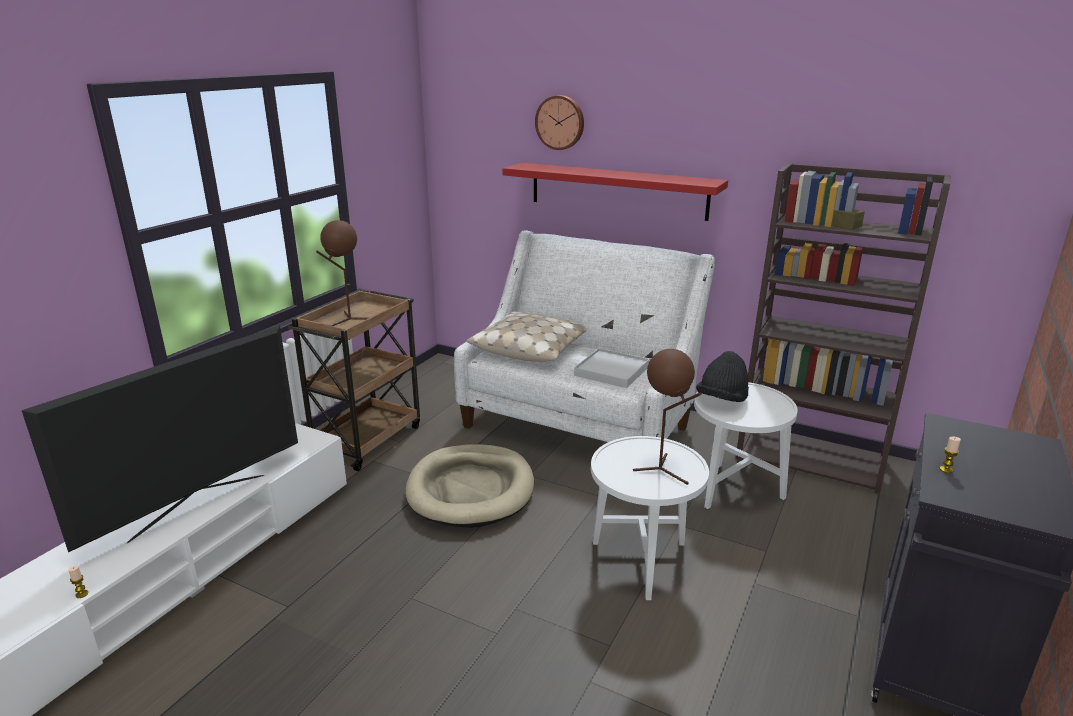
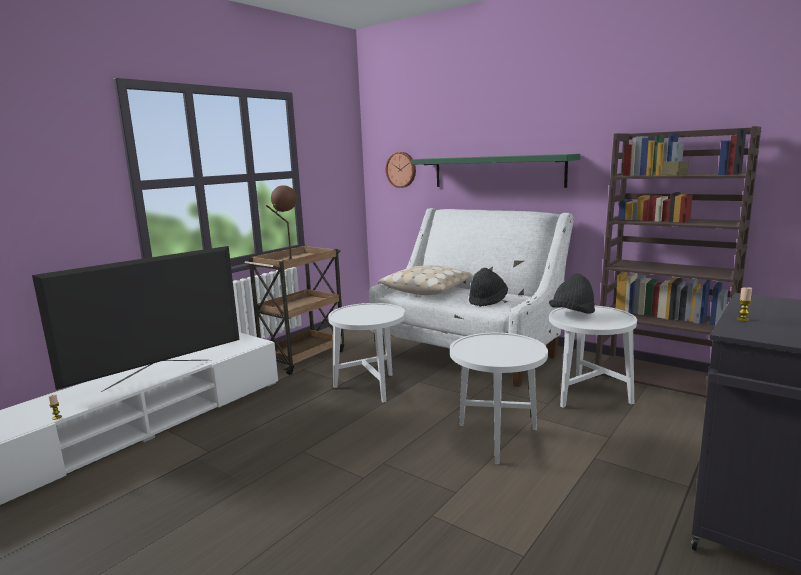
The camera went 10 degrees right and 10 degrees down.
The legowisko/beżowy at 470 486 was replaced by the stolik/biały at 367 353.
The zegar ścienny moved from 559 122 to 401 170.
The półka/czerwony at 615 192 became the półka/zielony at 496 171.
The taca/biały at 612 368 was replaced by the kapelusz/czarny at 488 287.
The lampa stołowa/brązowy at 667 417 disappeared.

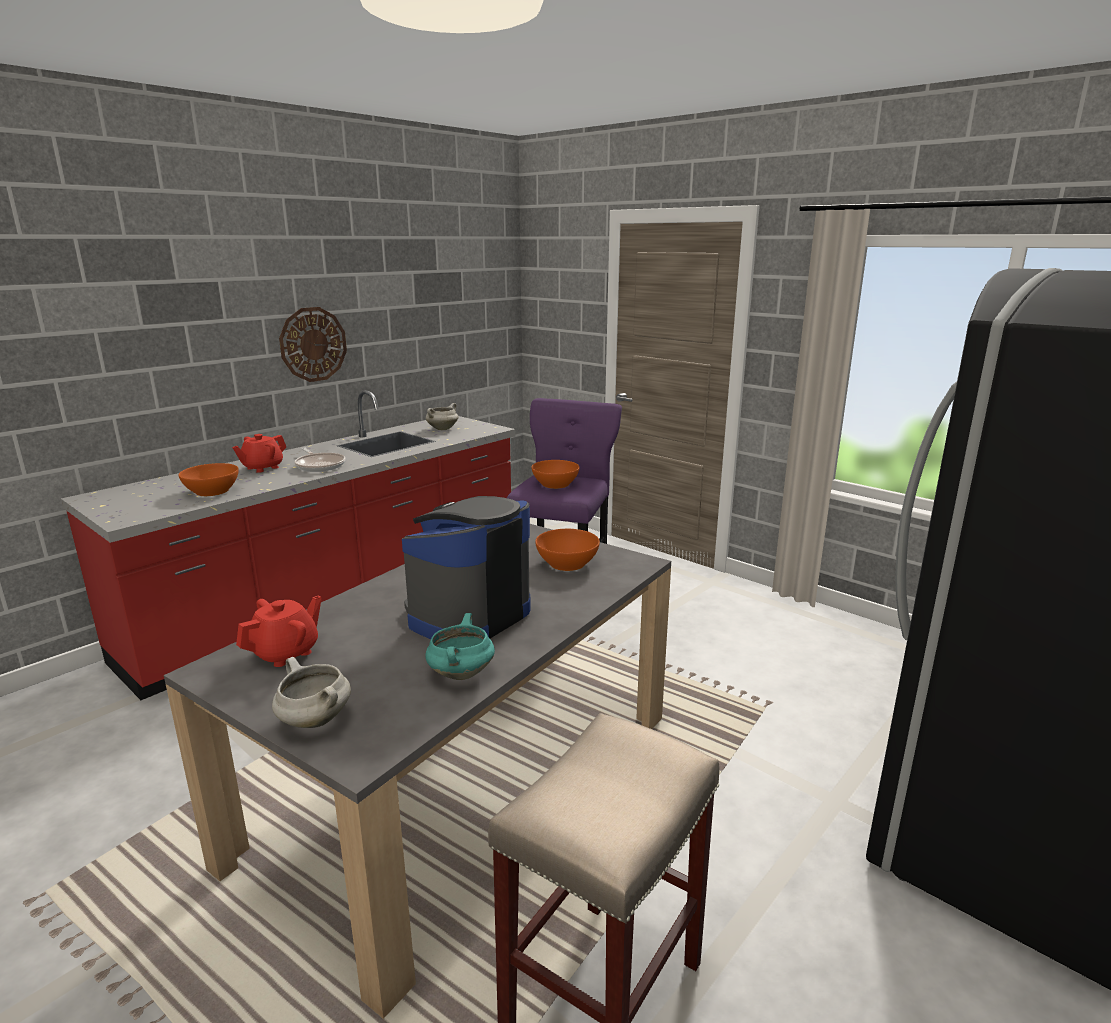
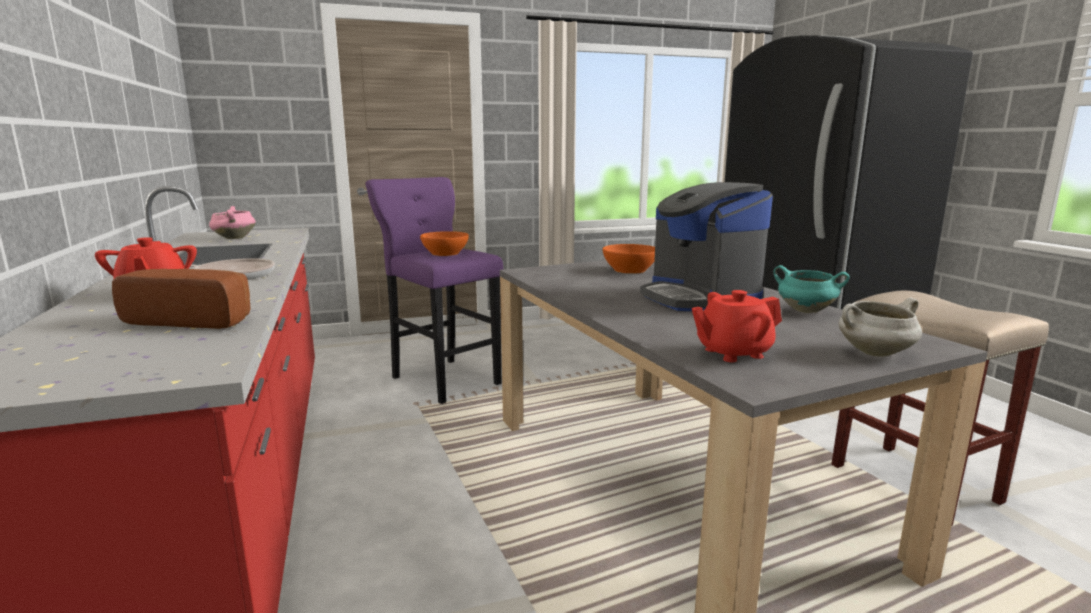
The camera went 60 degrees left and 5 degrees down.
The miska/pomarańczowy at 209 479 was replaced by the chleb at 181 299.
The garnek/biały at 442 416 became the garnek/różowy at 232 222.
The imbryk/czerwony at 279 631 turned 90 degrees counterclockwise.
The zegar ścienny at 313 344 disappeared.

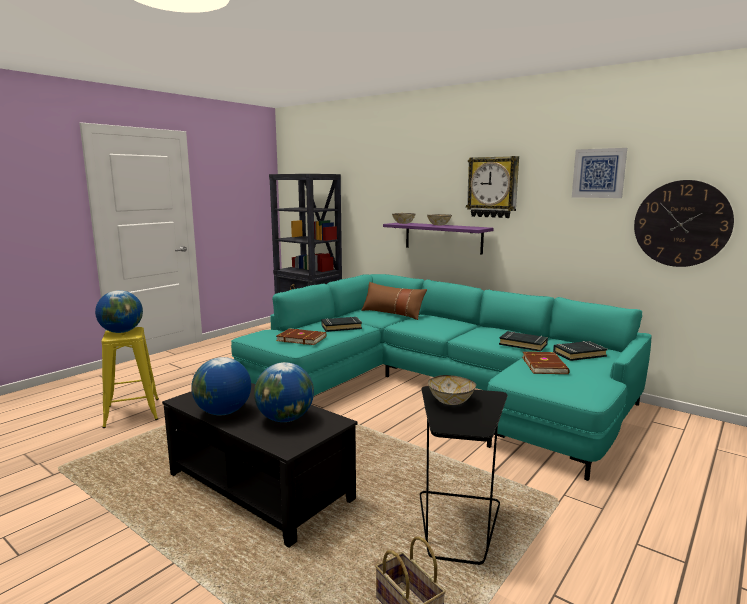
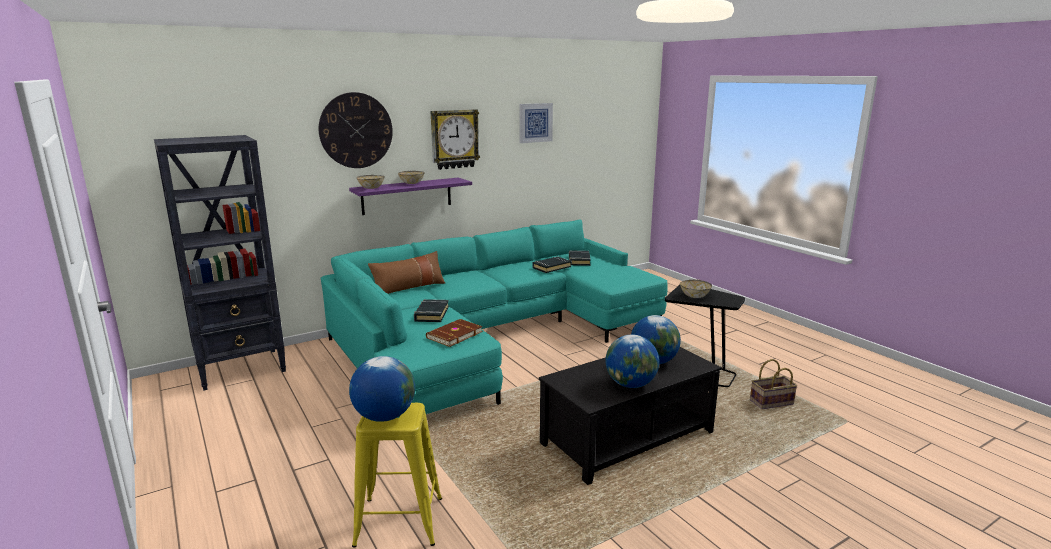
The camera went 70 degrees left and 5 degrees up.
The zegar ścienny moved from 684 223 to 356 130.
The książka/brązowy at 546 363 disappeared.

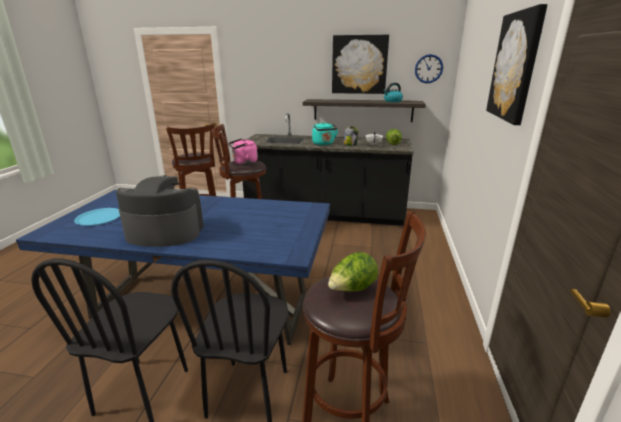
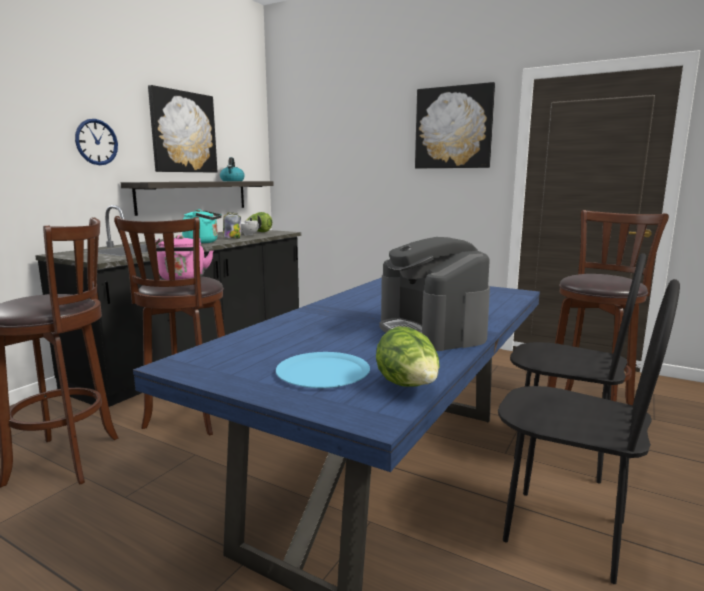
The camera went 70 degrees left and 10 degrees down.
The zegar ścienny moved from 429 68 to 96 142.
The sałata moved from 353 272 to 407 356.
The ekspres do kawy at 160 211 turned 45 degrees counterclockwise.

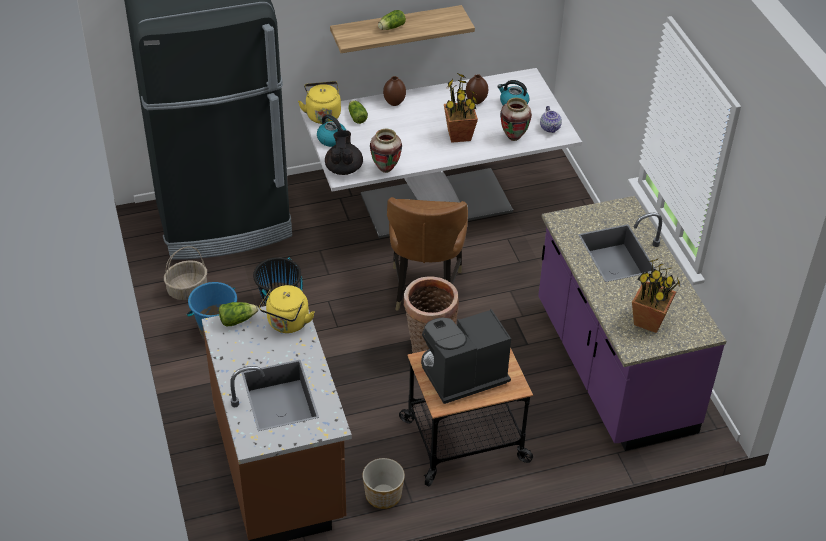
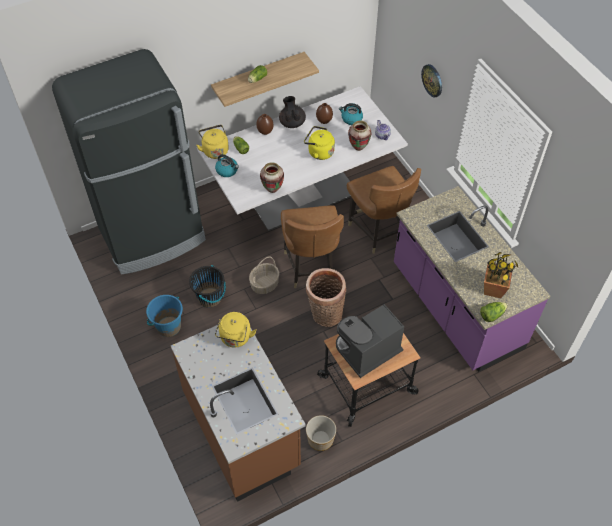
The camera went 10 degrees left and 10 degrees up.
The koszyk moved from 185 273 to 264 275.
The imbryk/czarny moved from 344 152 to 292 112.
The roślina doniczkowa at 461 108 was replaced by the czajnik/żółty at 319 143.
The krzesło/brązowy at 384 210 appeared.
The zegar ścienny at 431 80 appeared.
The sałata moved from 239 314 to 494 312.

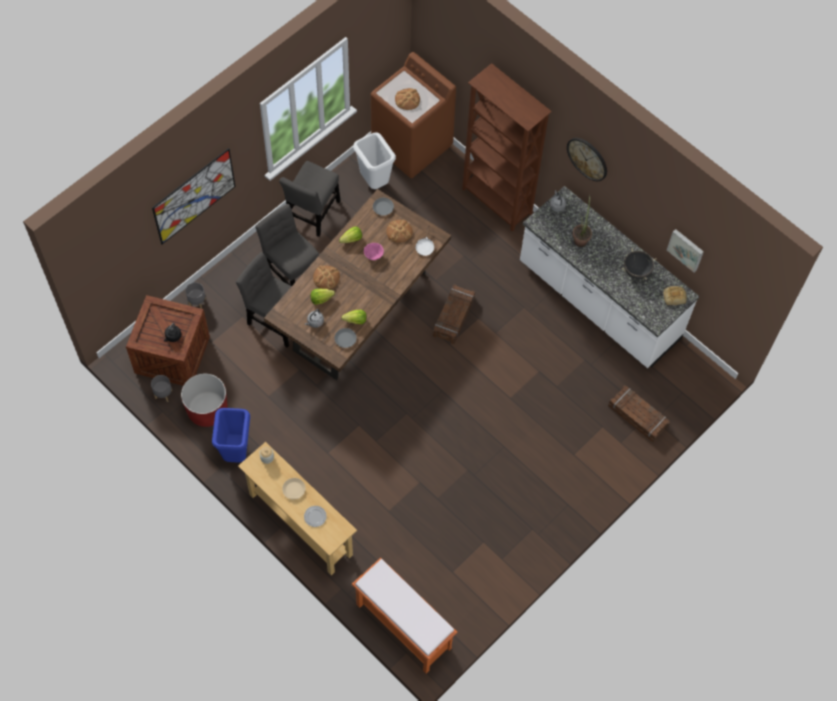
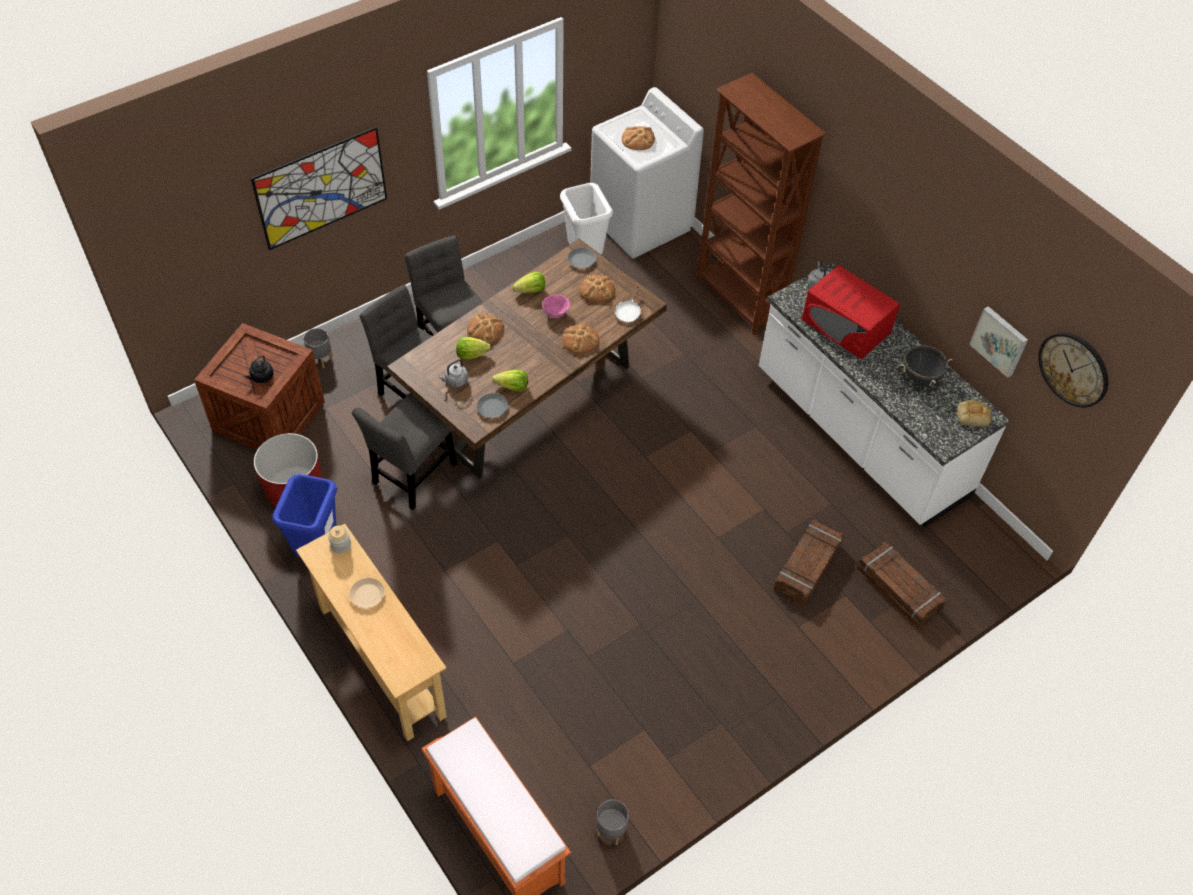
The camera went 10 degrees right and 10 degrees down.
The krzesło/szary moved from 309 199 to 404 452.
The chleb at 581 338 appeared.
The pralka/brązowy at 413 115 became the pralka/biały at 647 173.
The donica/szary moved from 161 388 to 612 822.
The skrzynka moved from 454 314 to 809 563.
The roślina doniczkowa at 582 221 was replaced by the mikrofalówka/czerwony at 850 312.
The zegar ścienny moved from 587 159 to 1073 369.
The talerz at 315 516 disappeared.

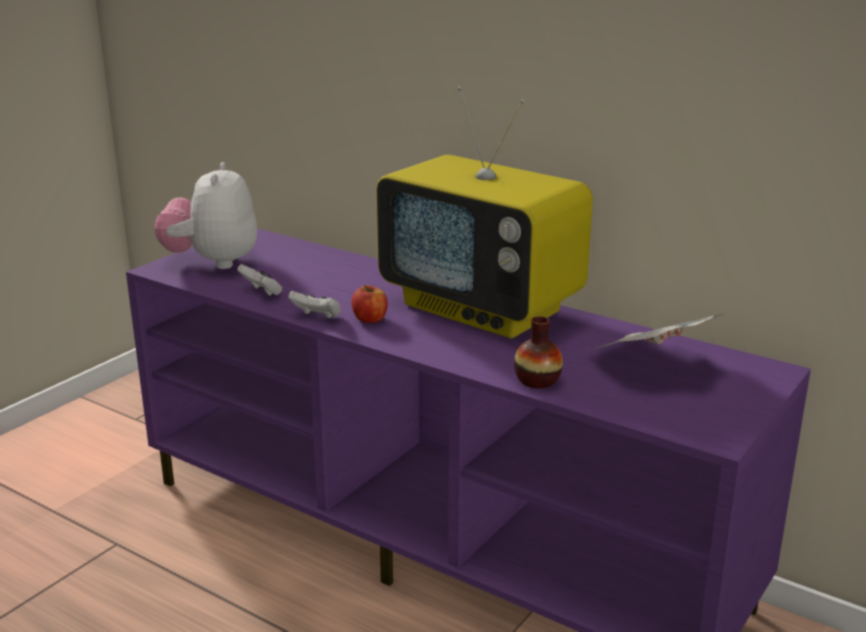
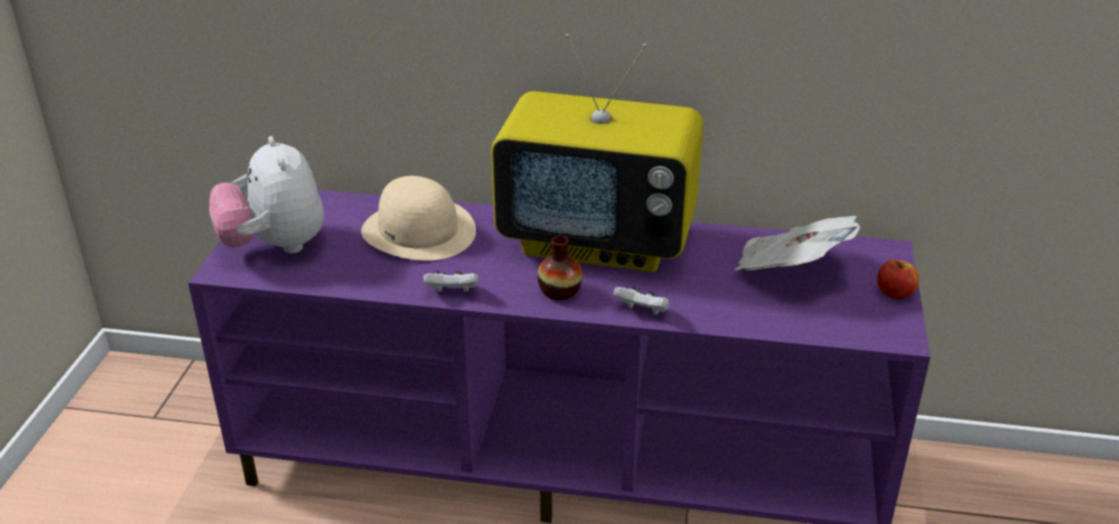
The camera went 25 degrees left and 10 degrees up.
The kapelusz/beżowy at 418 218 appeared.
The wazon moved from 538 352 to 560 267.
The pad do gier/biały moved from 260 280 to 641 300.
The jabłko moved from 370 304 to 898 279.

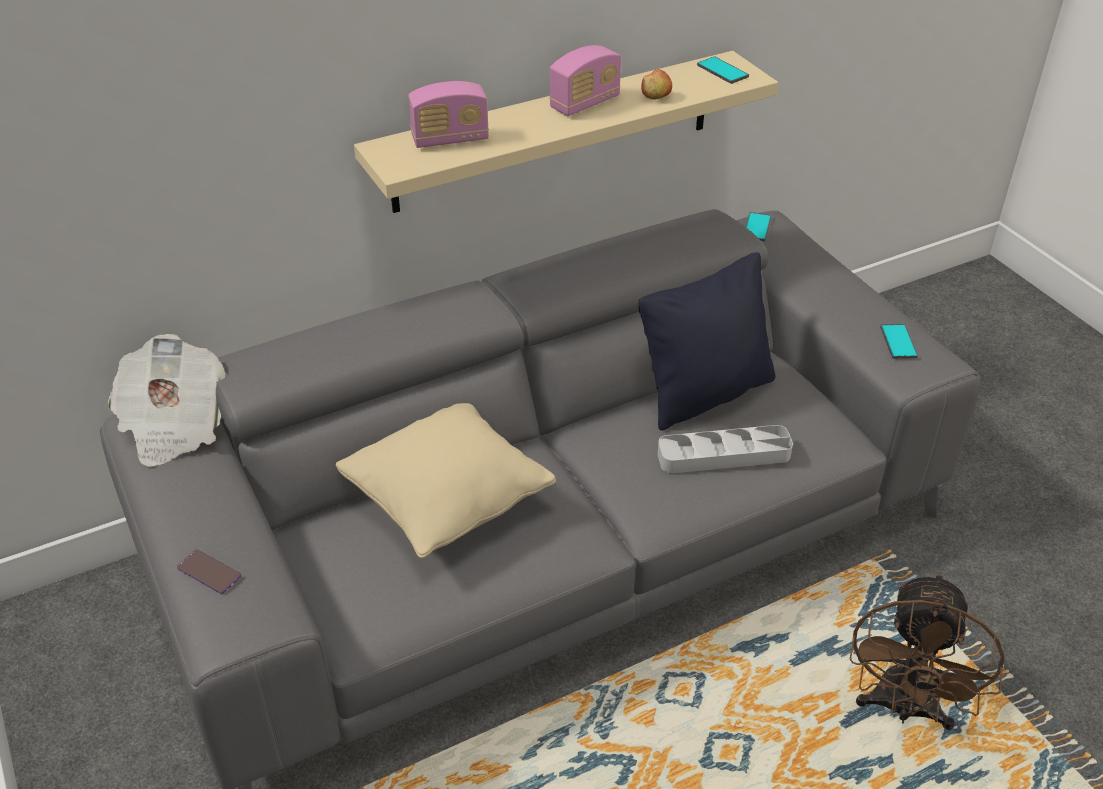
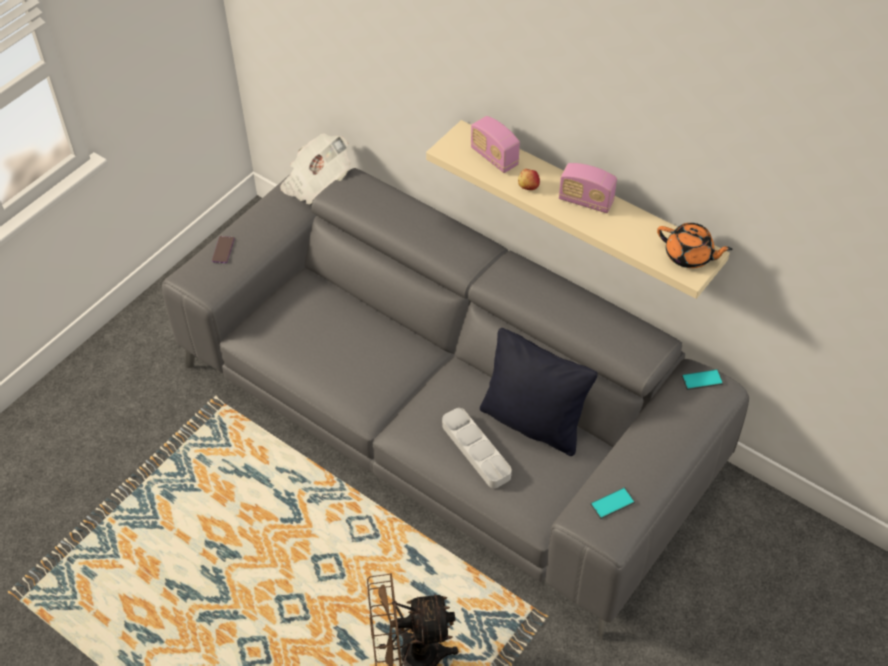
The camera went 65 degrees right and 10 degrees up.
The jabłko moved from 656 84 to 529 179.
The telefon at 723 70 was replaced by the imbryk/pomarańczowy at 695 245.
The poduszka/beżowy at 446 481 disappeared.

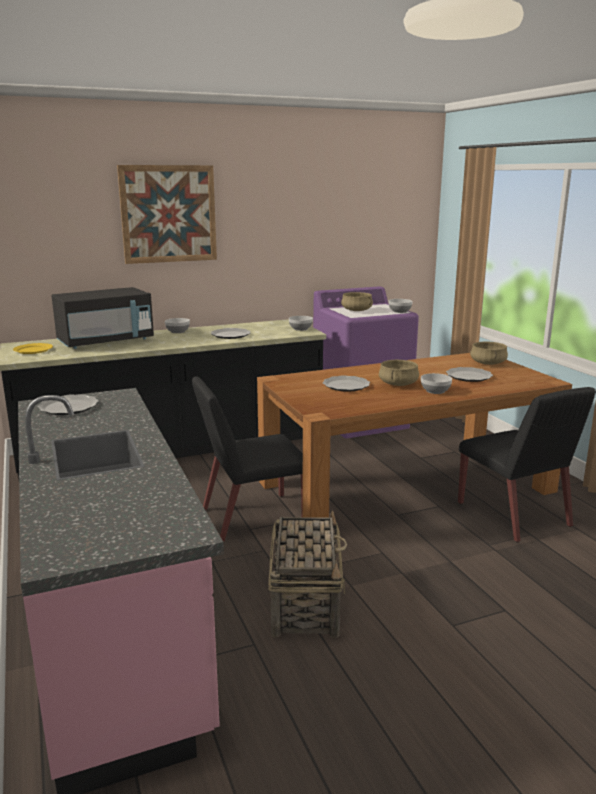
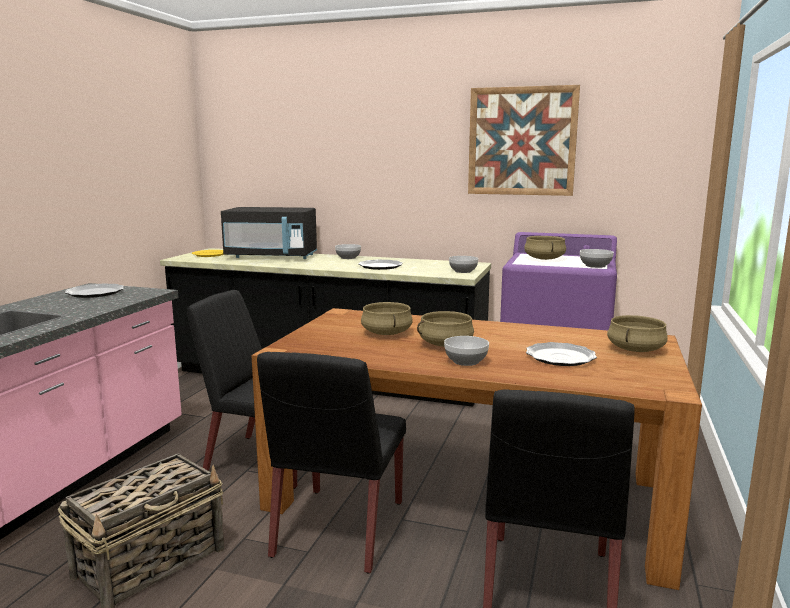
The camera went 40 degrees right and 5 degrees down.
The krzesło/czarny at 331 463 appeared.
The talerz at 346 383 was replaced by the garnek/beżowy at 387 318.
The obraz moved from 167 214 to 524 140.

